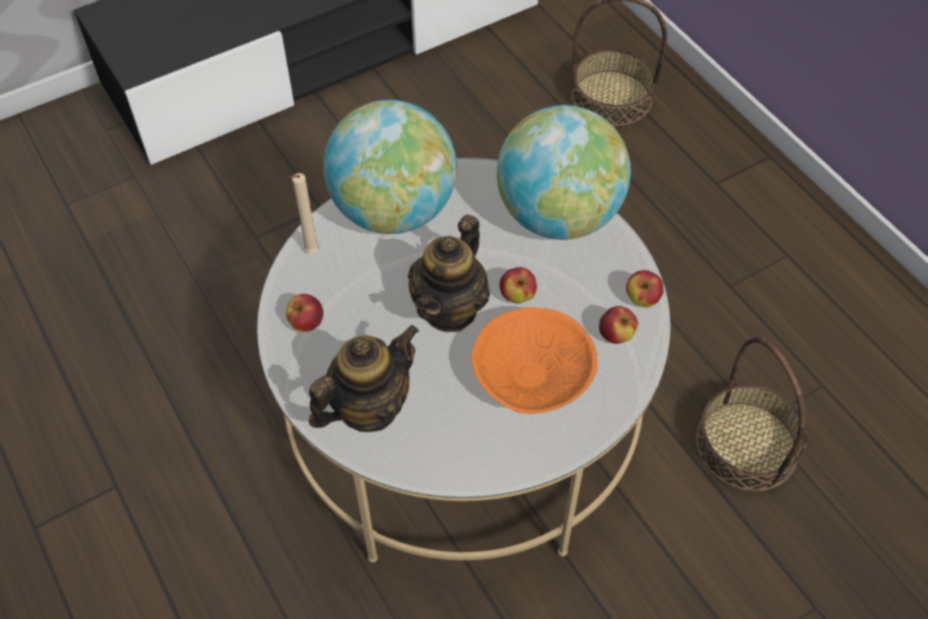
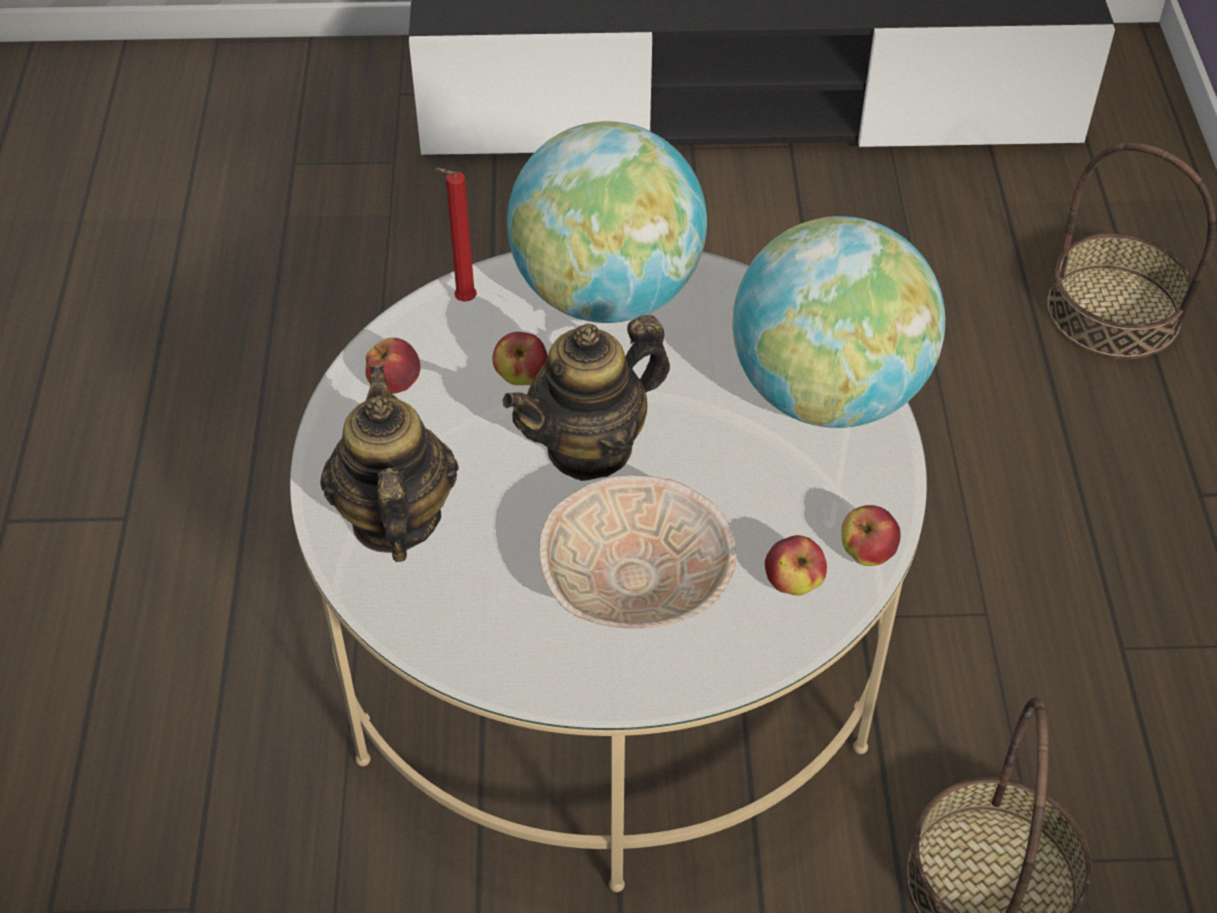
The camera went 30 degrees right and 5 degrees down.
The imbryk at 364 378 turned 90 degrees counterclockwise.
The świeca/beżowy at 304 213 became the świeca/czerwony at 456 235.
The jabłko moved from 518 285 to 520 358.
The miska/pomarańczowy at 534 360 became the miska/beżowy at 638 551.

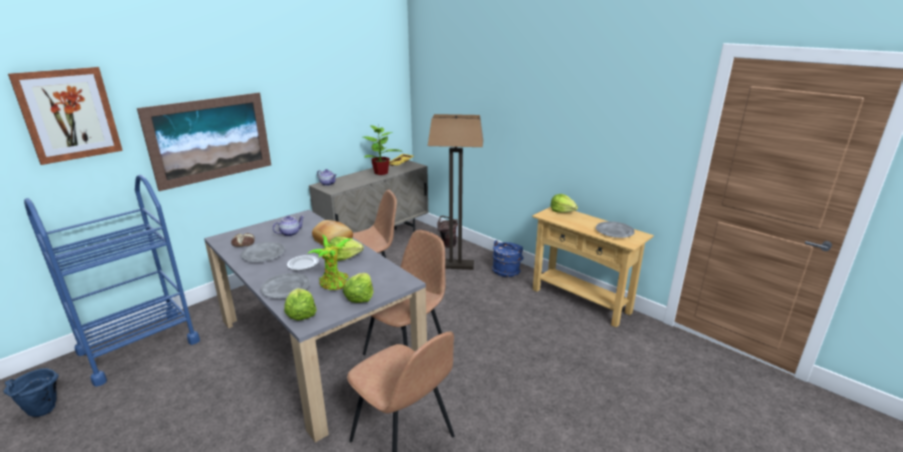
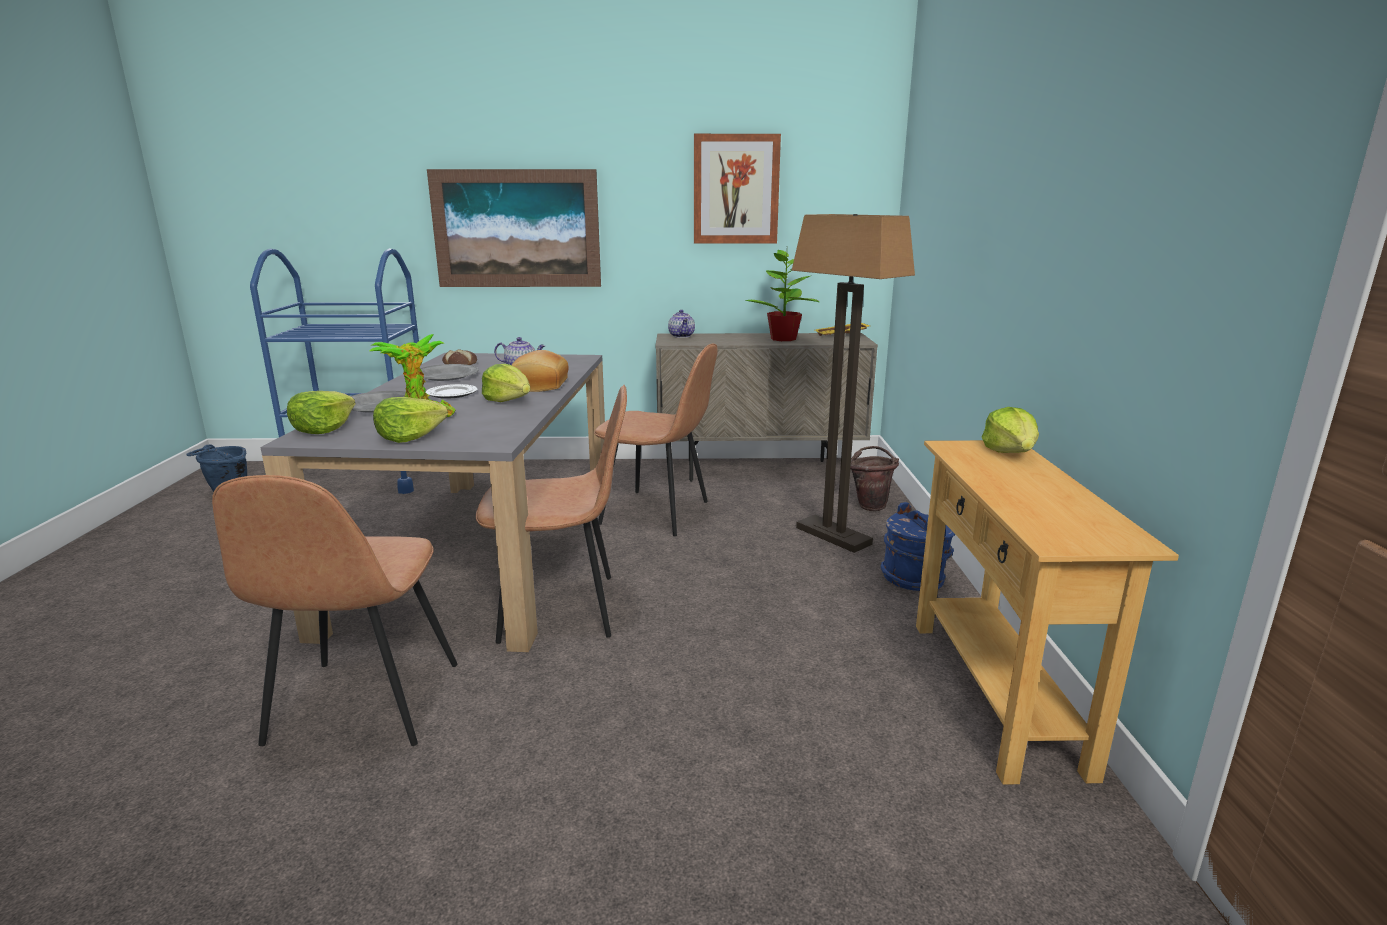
The camera went 45 degrees right and 5 degrees down.
The obraz moved from 65 116 to 737 189.
The talerz/szary at 615 229 disappeared.

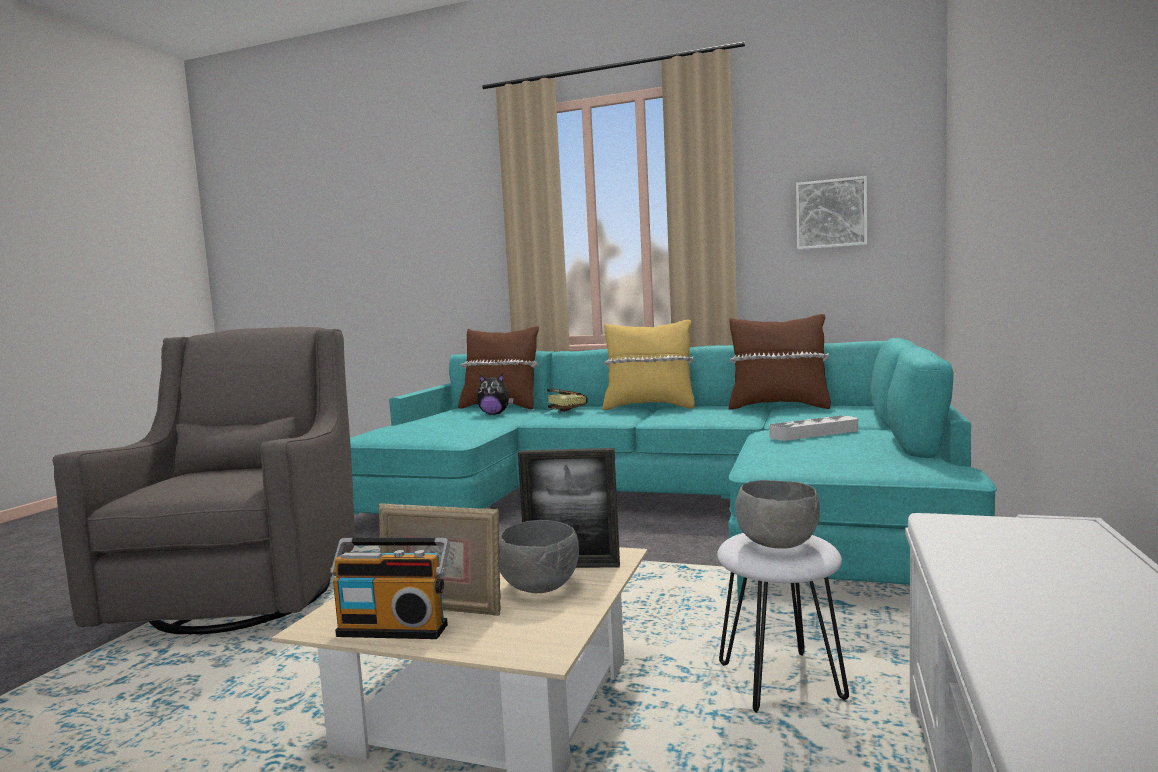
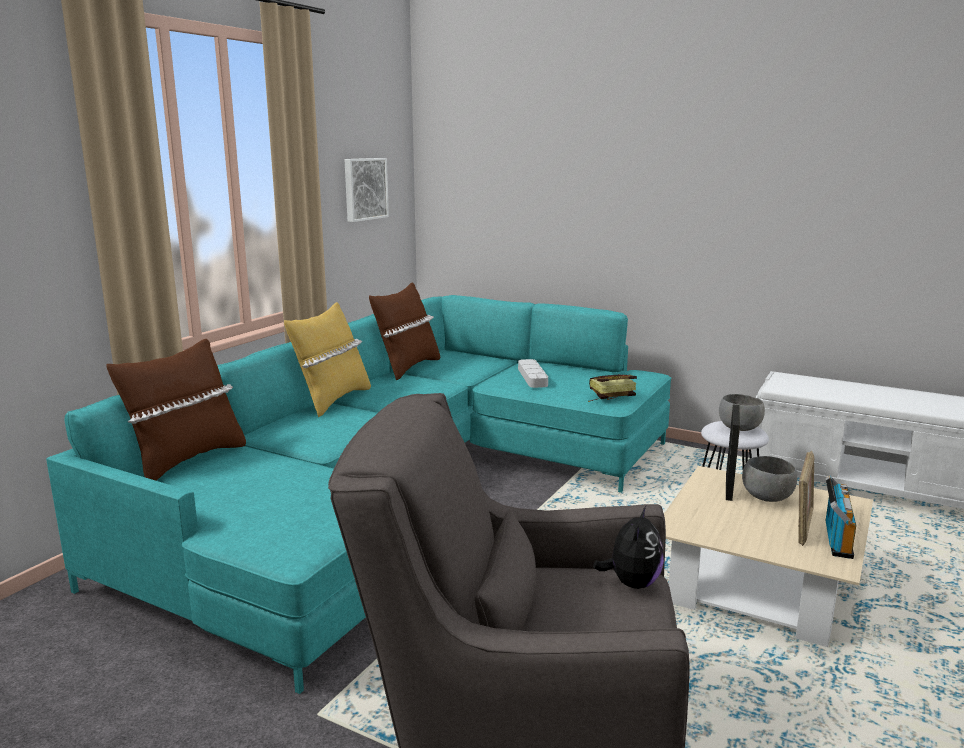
The camera went 80 degrees left and 10 degrees up.
The książka moved from 567 400 to 612 388.
The pluszak moved from 495 394 to 628 547.

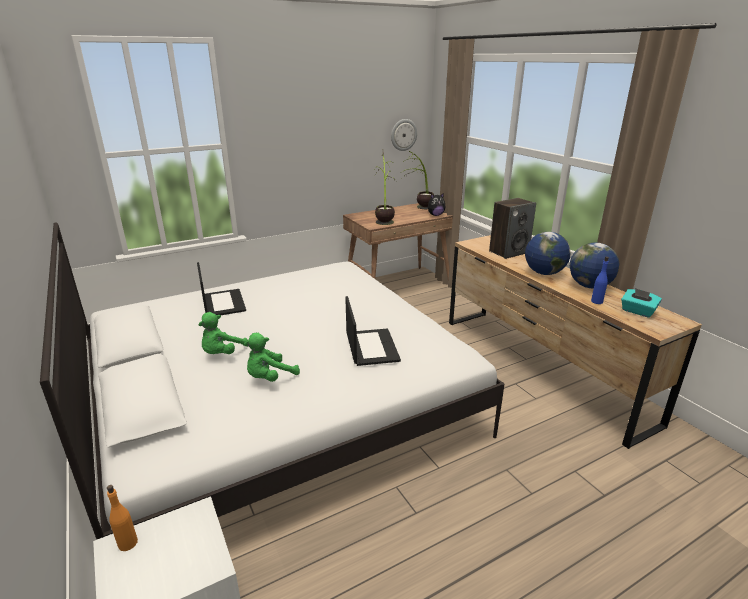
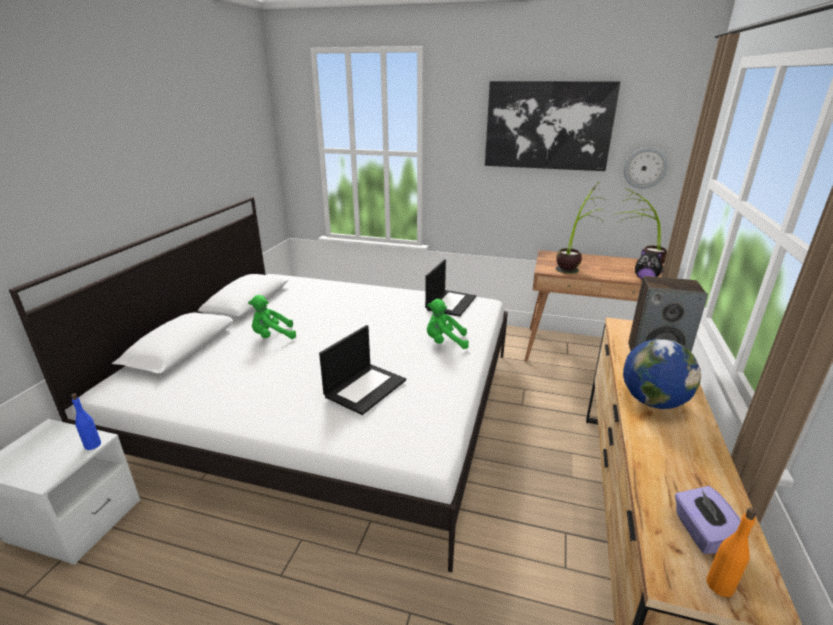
The camera went 45 degrees right and 0 degrees up.
The butelka/niebieski moved from 600 280 to 86 421.
The laptop moved from 221 288 to 450 288.
The pluszak/zielony moved from 272 357 to 448 324.
The obraz at 552 126 appeared.
The pudełko chusteczek/turkusowy at 641 303 became the pudełko chusteczek/fioletowy at 712 520.
The butelka/pomarańczowy moved from 122 518 to 731 552.
The globus at 594 266 disappeared.

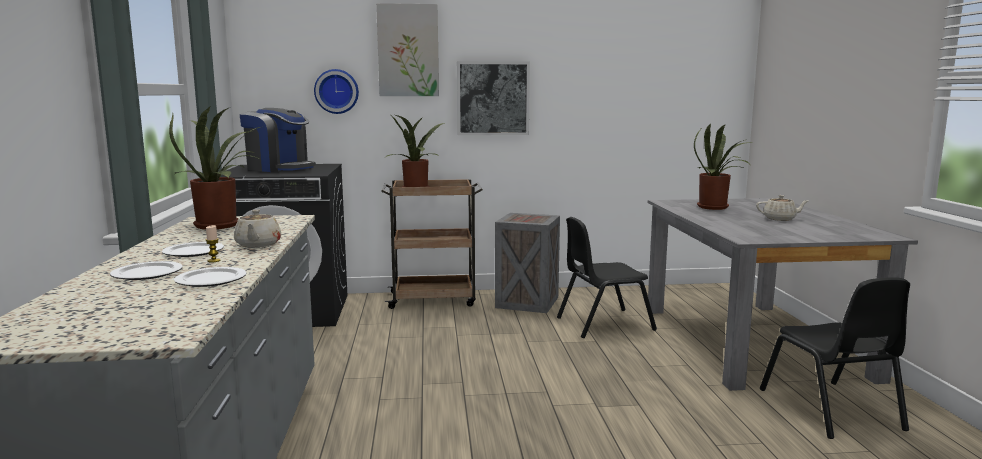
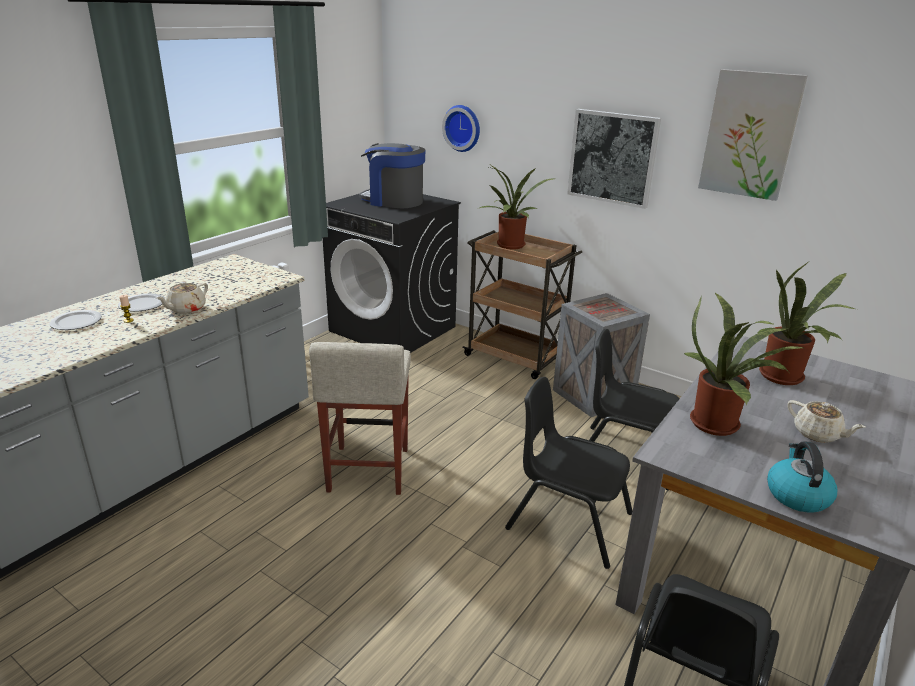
The camera went 40 degrees right and 15 degrees up.
The stołek/beżowy at 360 418 appeared.
The ekspres do kawy at 277 140 turned 135 degrees clockwise.
The krzesło/czarny at 568 473 appeared.
The roślina doniczkowa moved from 215 167 to 743 364.
The obraz moved from 407 49 to 753 135.
The czajnik at 802 476 appeared.
The talerz at 210 277 disappeared.

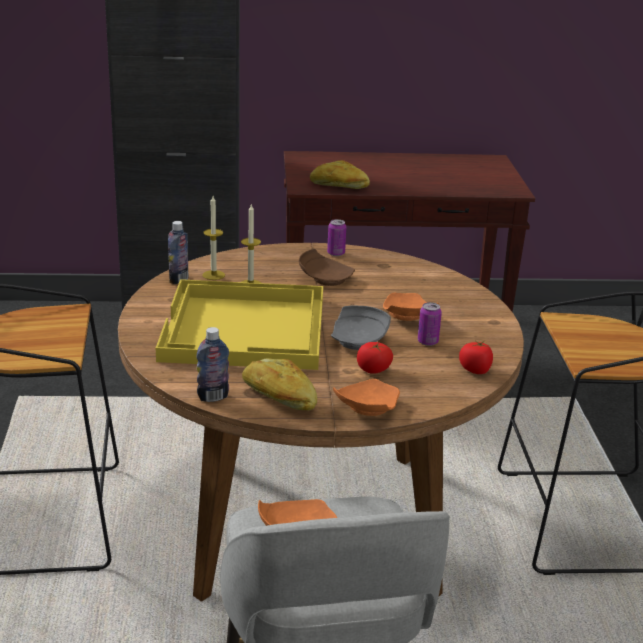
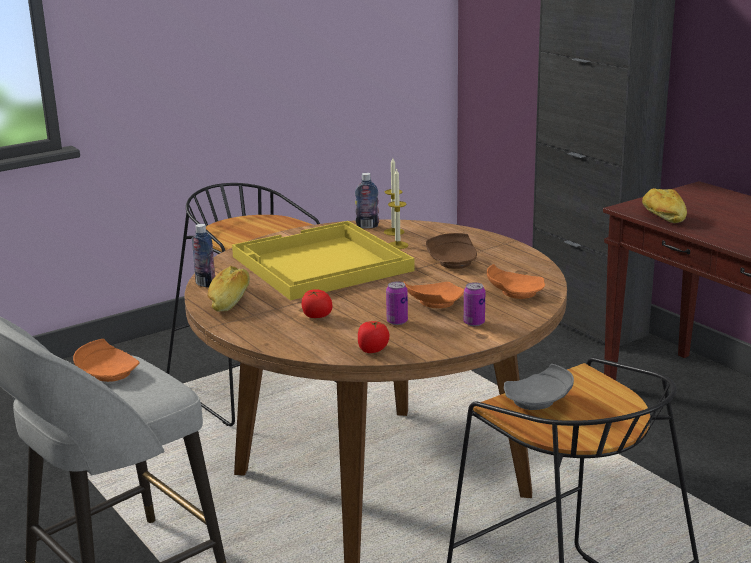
The camera went 60 degrees right and 5 degrees down.
The puszka moved from 336 237 to 474 304.
The talerz/pomarańczowy moved from 366 397 to 516 281.
The talerz/szary moved from 361 327 to 539 387.

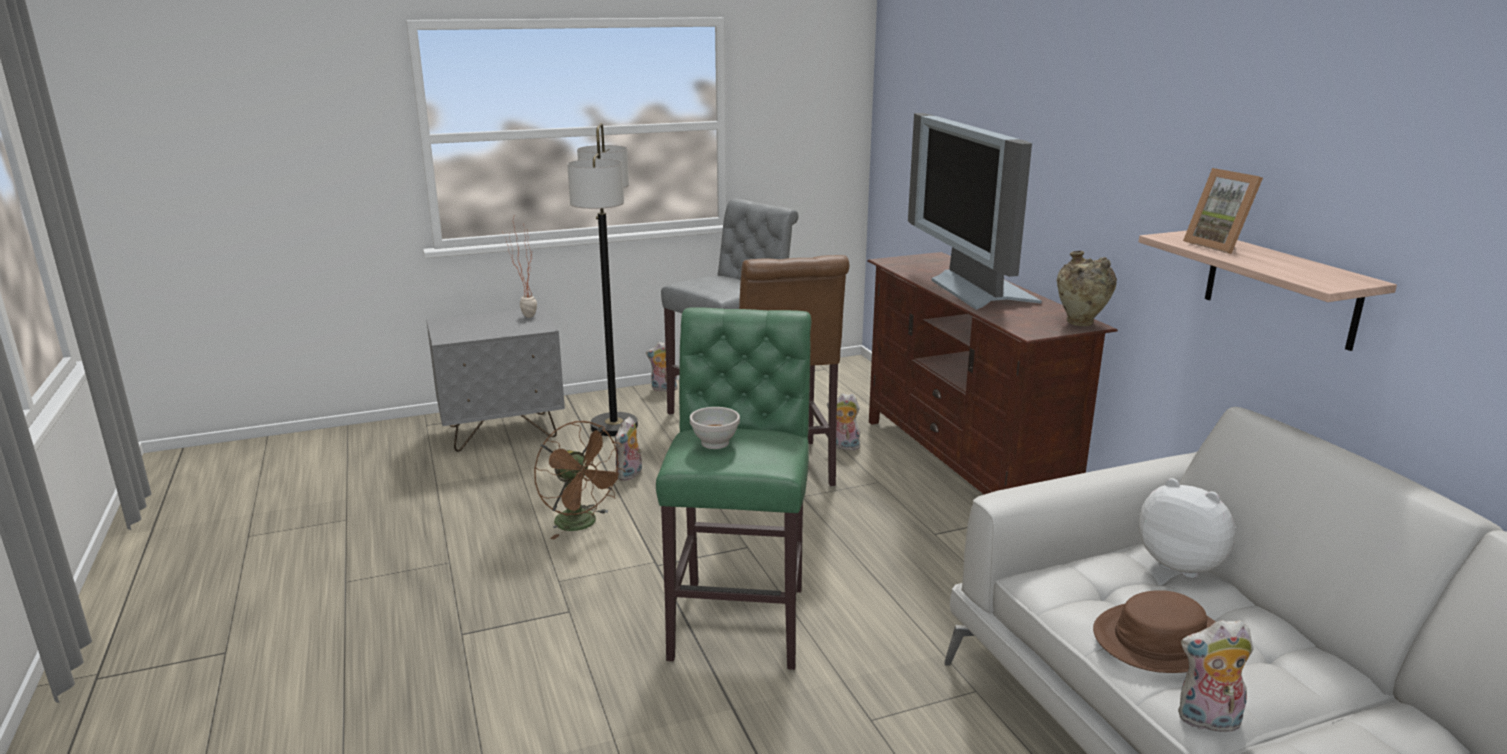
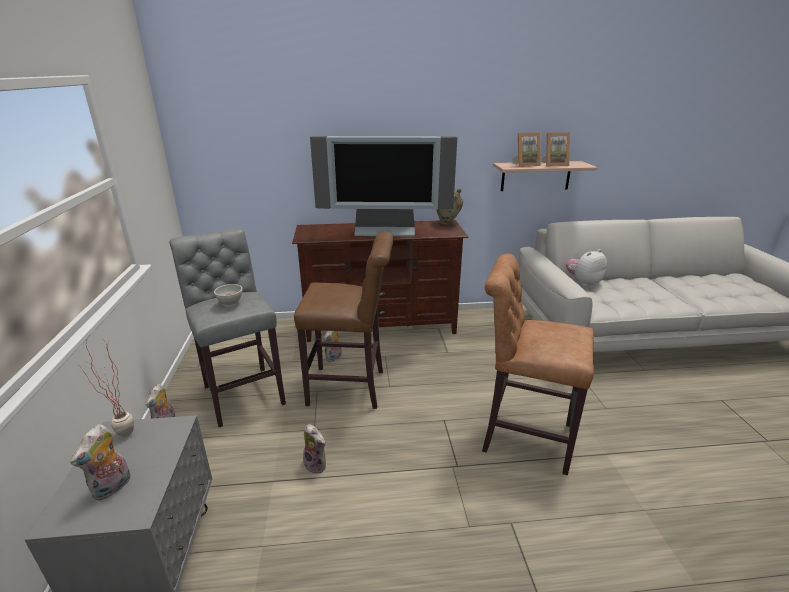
The camera went 75 degrees left and 5 degrees up.
The pluszak moved from 1216 676 to 100 463.
The miska/biały moved from 715 428 to 228 295.
The stołek/zielony at 734 488 became the stołek/brązowy at 538 364.
The ramka na zdjęcie at 555 149 appeared.
The wentylator/brązowy at 580 480 disappeared.
The lampa stojąca at 602 279 disappeared.
The kapelusz/brązowy at 1154 631 disappeared.

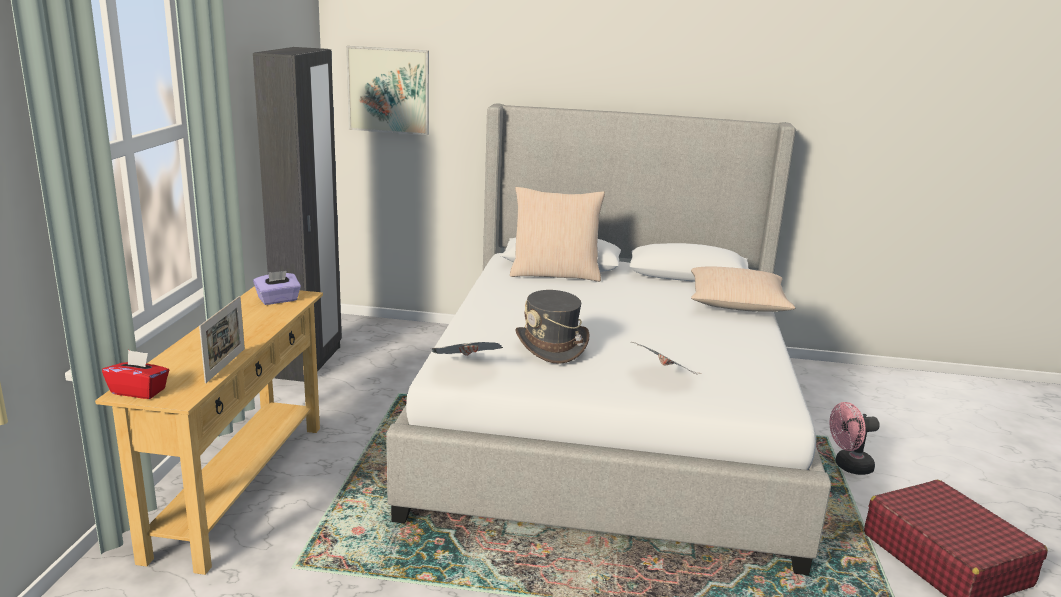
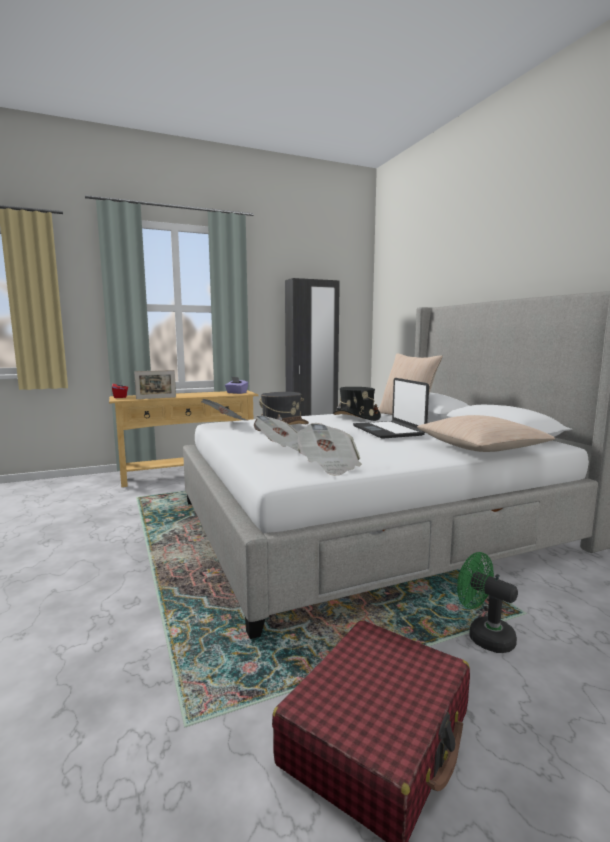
The camera went 60 degrees right and 10 degrees down.
The gazeta at 329 449 appeared.
The kapelusz/czarny at 357 404 appeared.
The laptop at 391 408 appeared.
The wentylator/różowy at 854 438 became the wentylator/zielony at 487 602.
The obraz at 387 90 disappeared.

